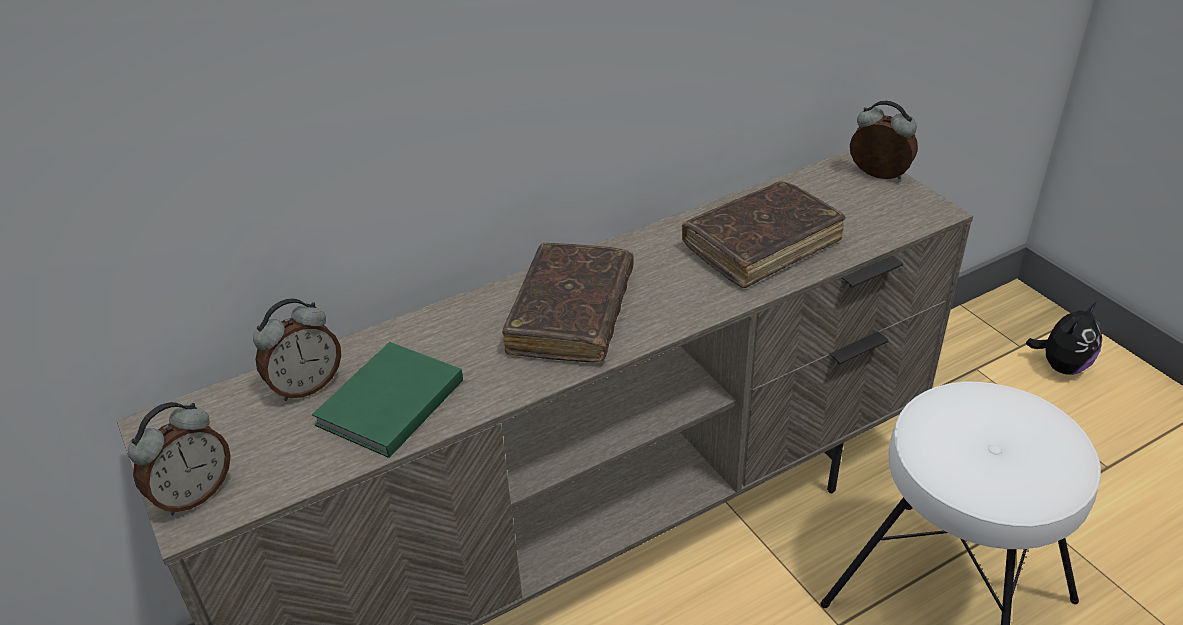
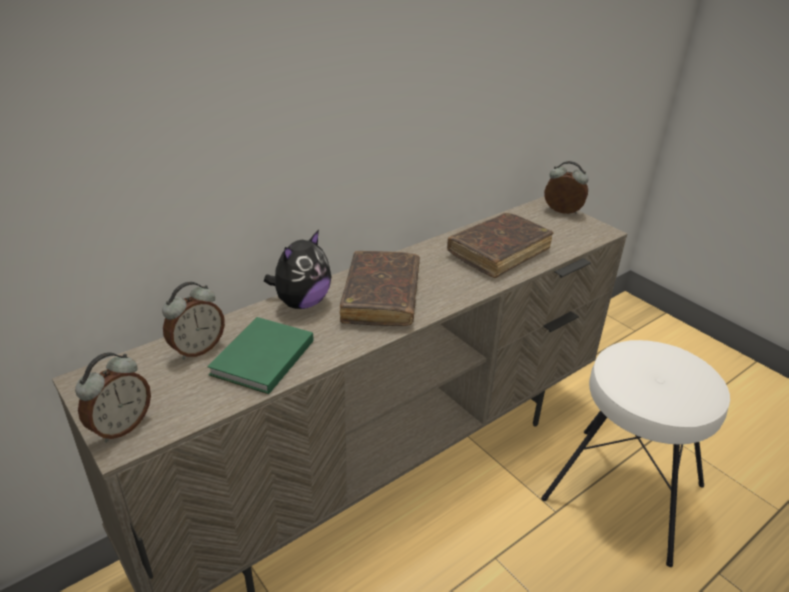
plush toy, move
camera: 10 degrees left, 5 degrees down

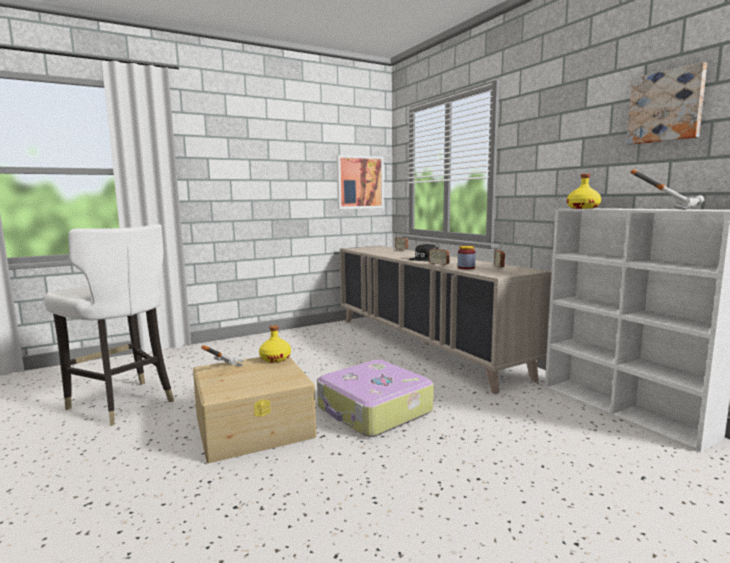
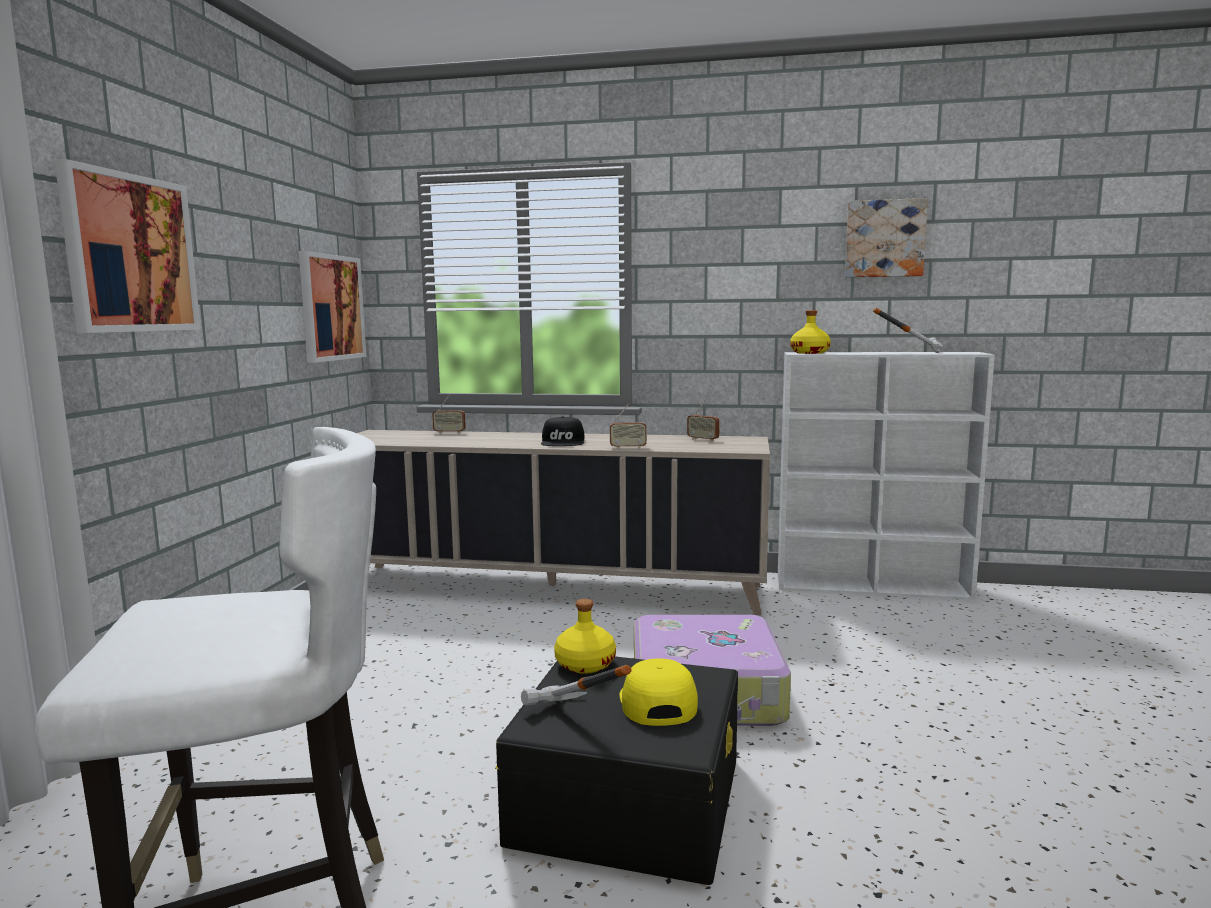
storage box in beige -> storage box in black
jar -> none
none -> picture (1st from left)
none -> cap in yellow
camera: 50 degrees left, 0 degrees up

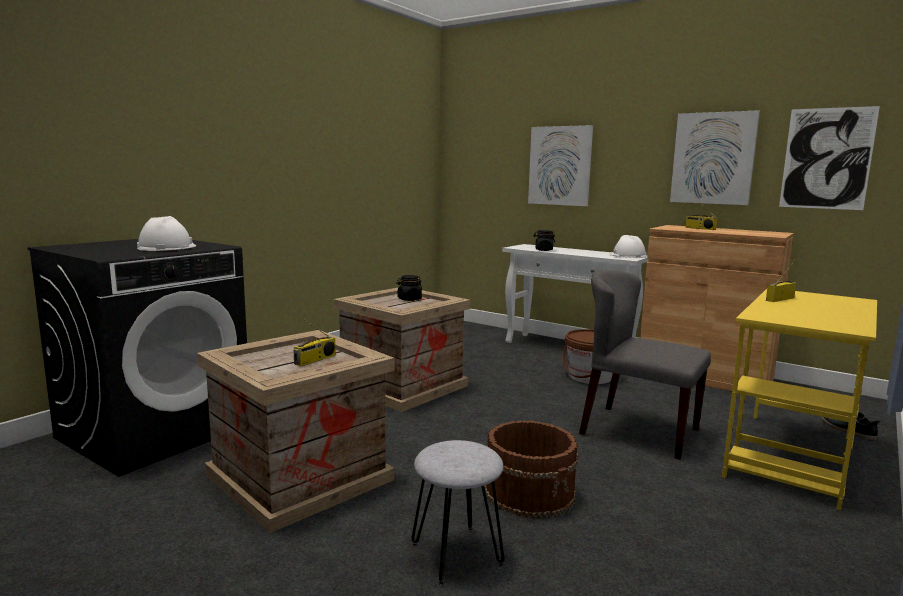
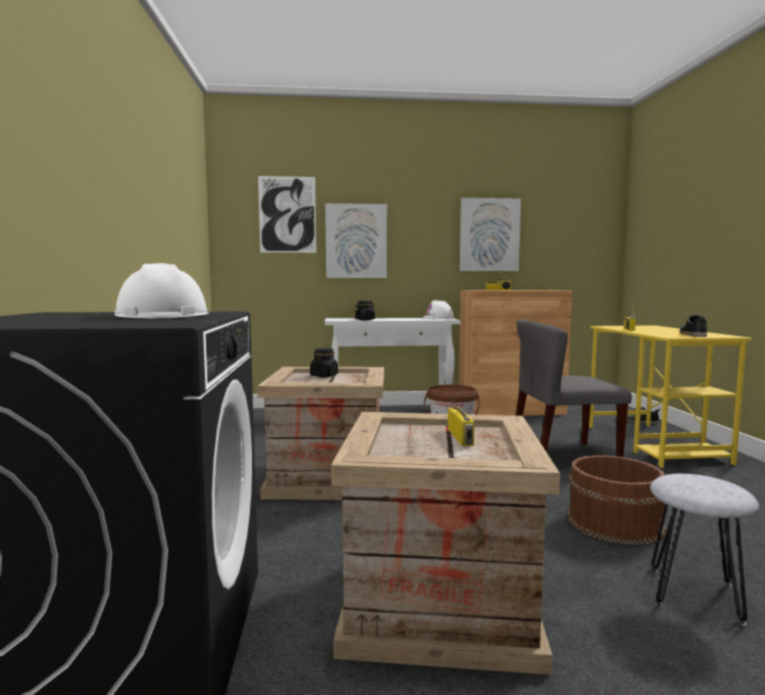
picture (3rd from left in the first image) -> picture (1st from left), move
none -> shoe (2nd from left)
camera: 40 degrees left, 5 degrees down

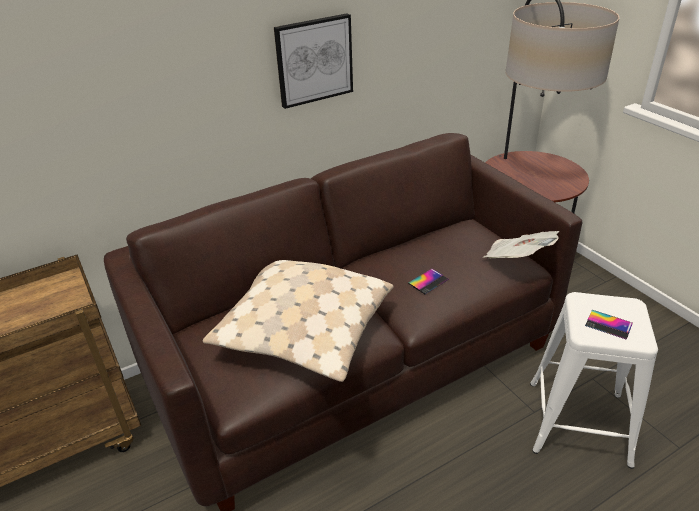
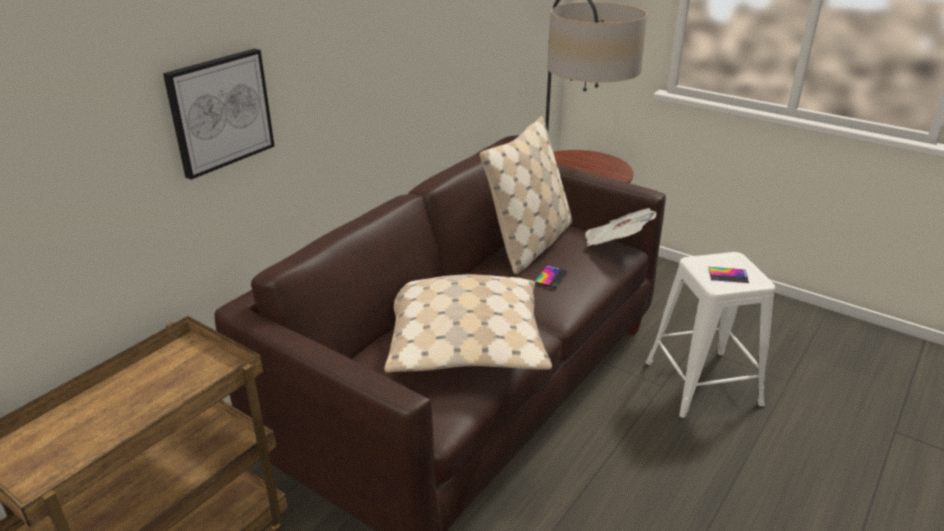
picture, move
none -> pillow in beige (2nd from left)
camera: 25 degrees left, 5 degrees down

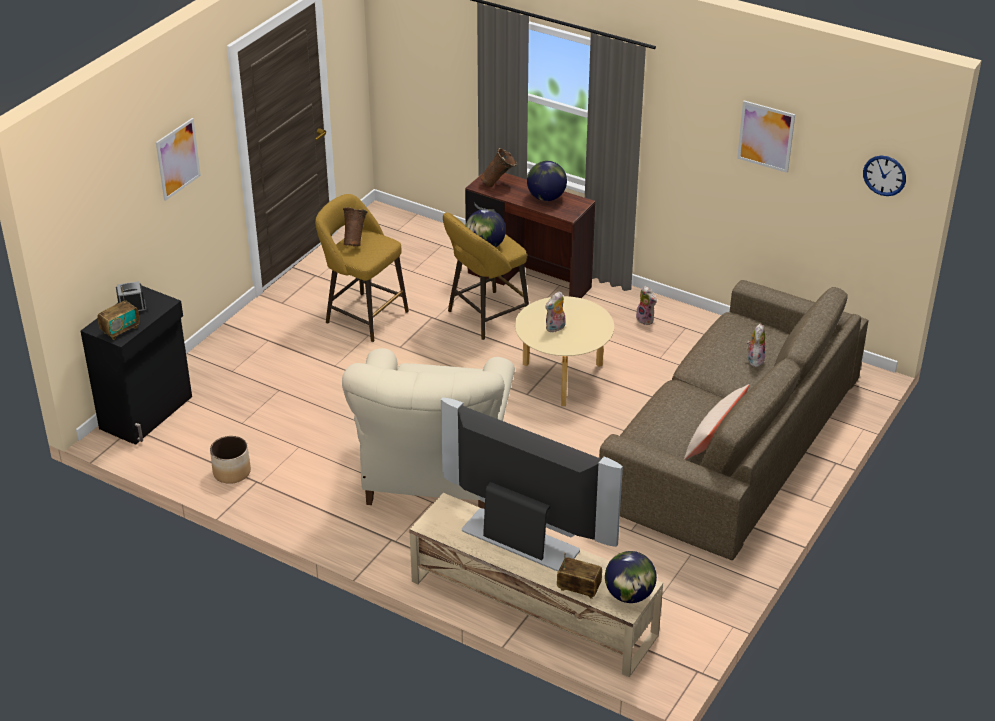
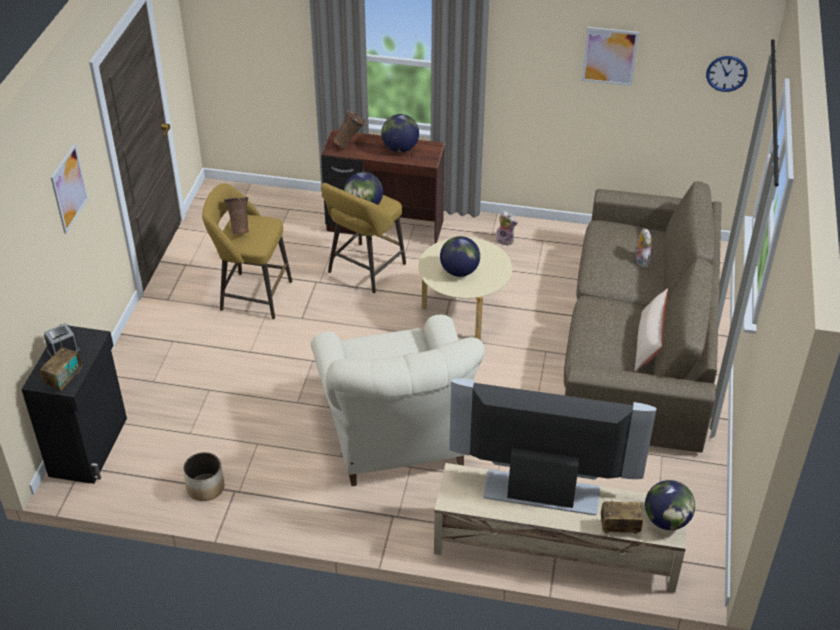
plush toy (1st from left) -> globe (3rd from left)
camera: 20 degrees left, 5 degrees up

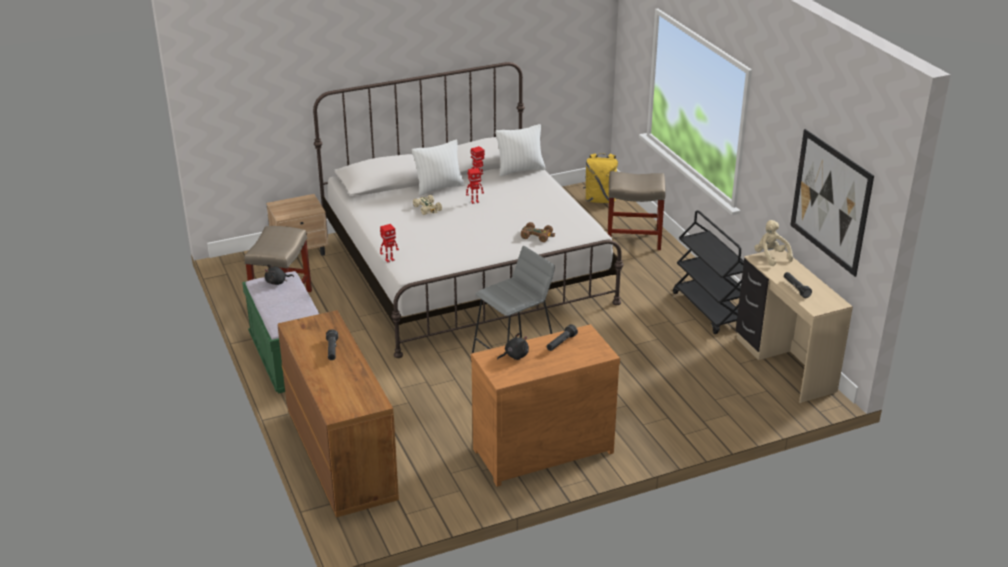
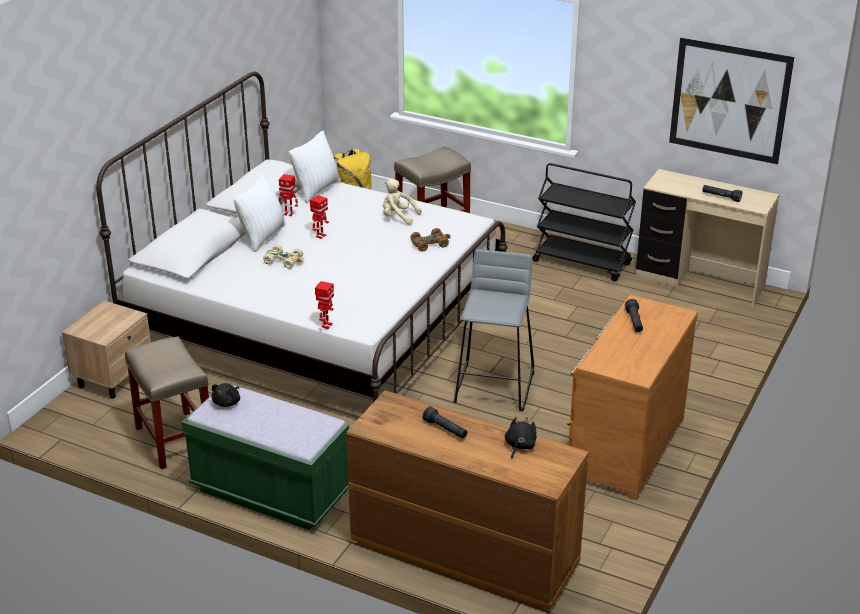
plush toy in black (2nd from left), move
plush toy in beige, move
camera: 40 degrees left, 0 degrees up

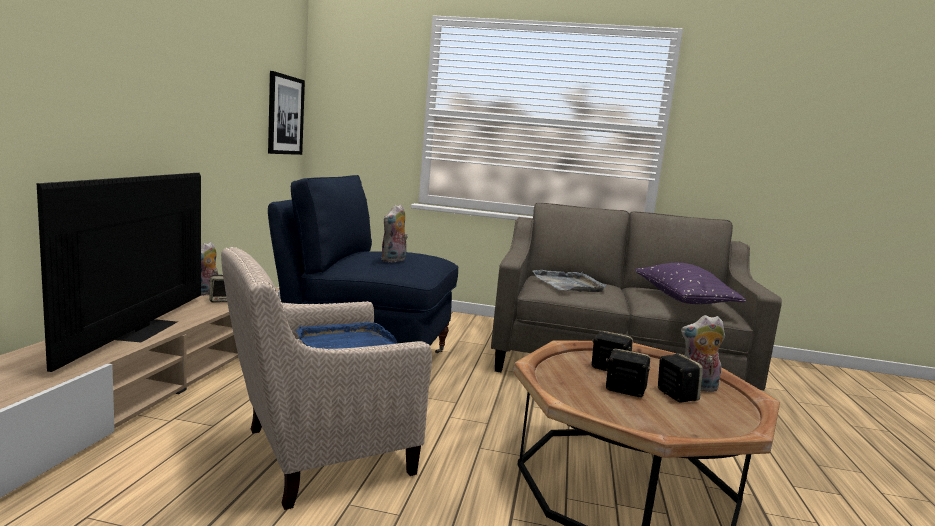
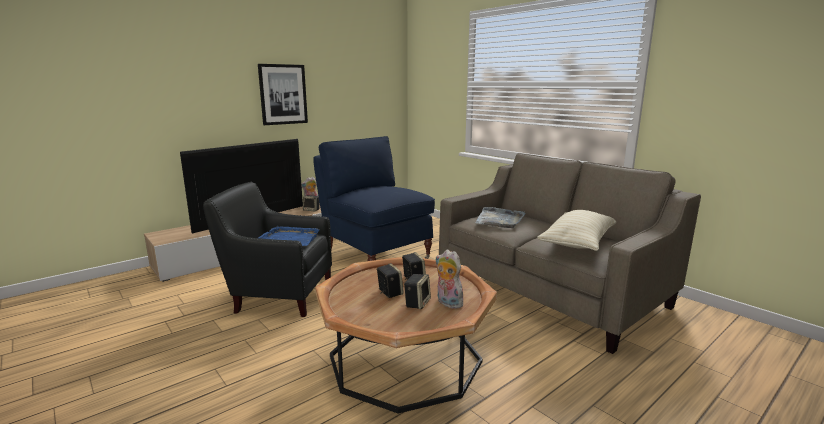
armchair in beige -> armchair in black
picture, move
plush toy (2nd from left) -> none
pillow in purple -> pillow in beige
camera: 40 degrees right, 5 degrees up

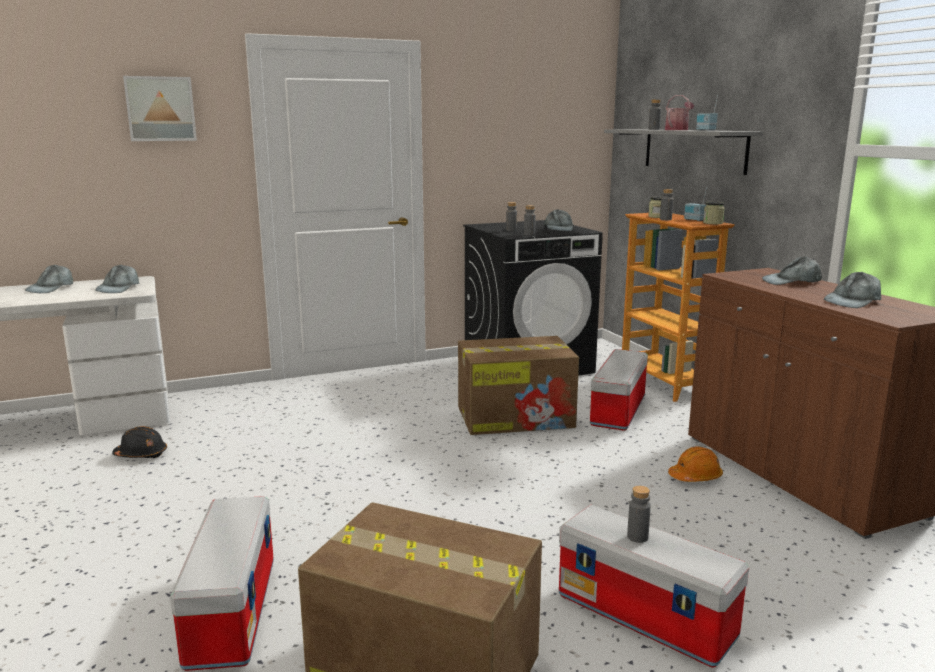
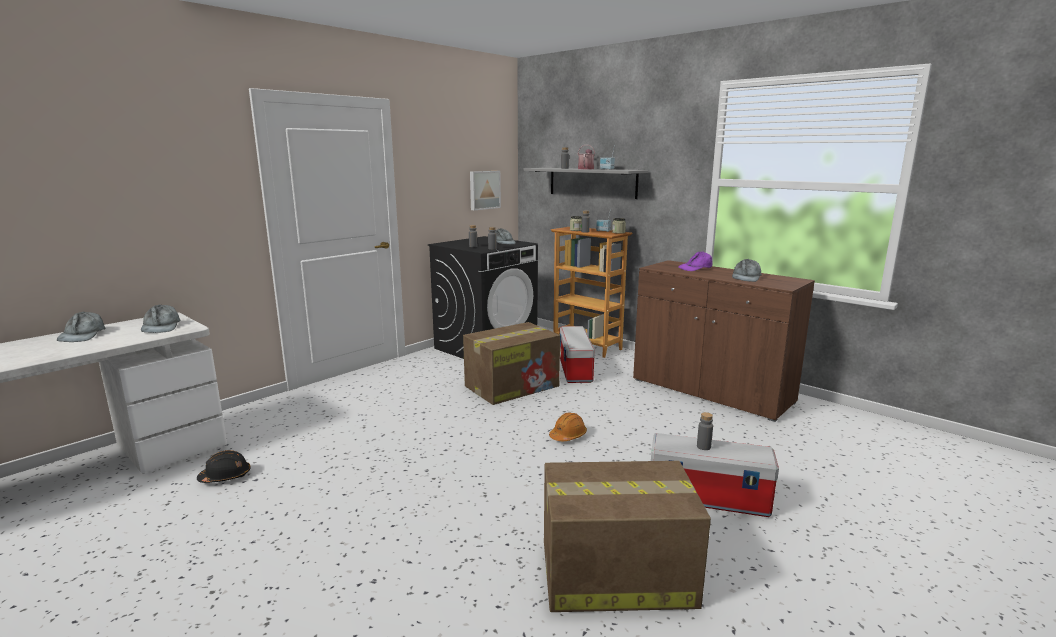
picture, move
storage box (1st from left) -> none
hard hat in orange, move
cap in grey (4th from left) -> cap in purple
camera: 25 degrees left, 0 degrees up

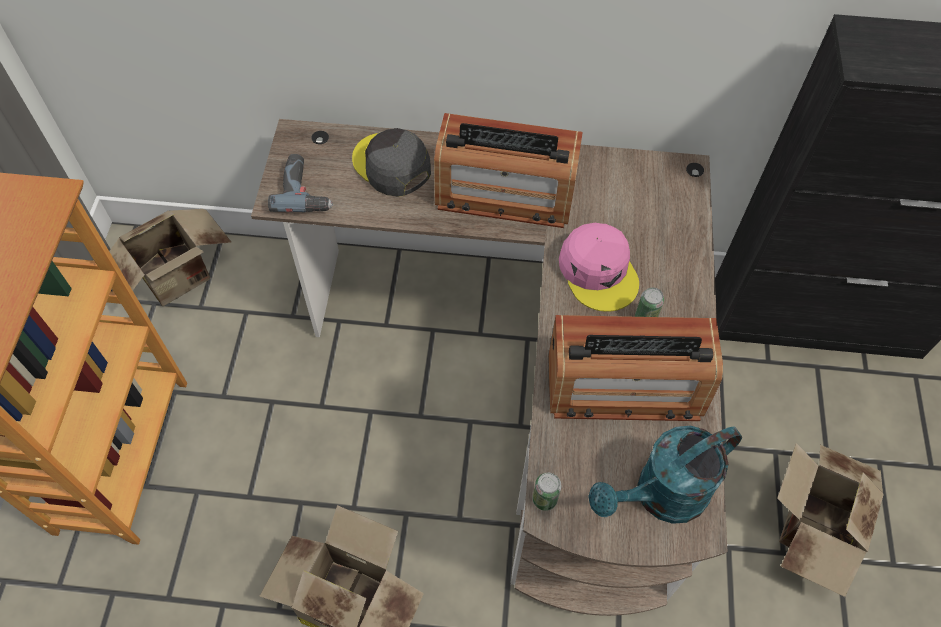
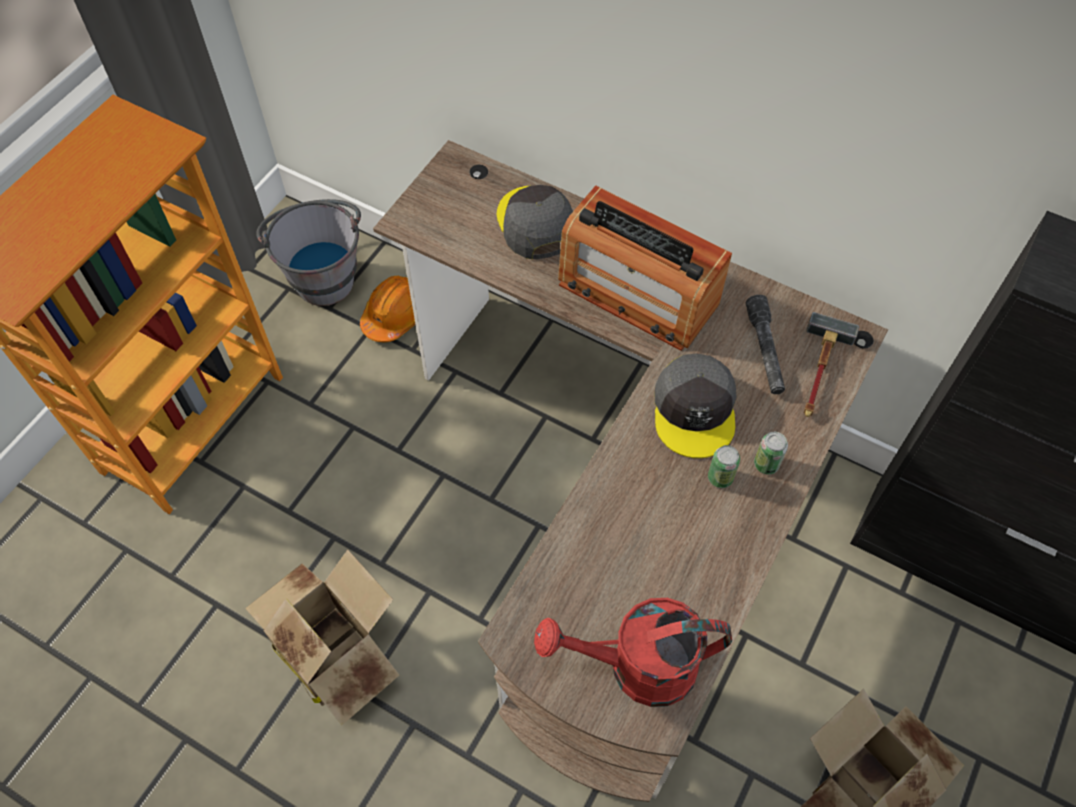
cardboard box (1st from left) -> bucket in grey
power drill -> none
can (1st from left in the first image) -> can (2nd from left), move
radio (2nd from left) -> none
cap in pink -> cap in grey (2nd from left)
watering can in turquoise -> watering can in red
none -> hard hat in orange
none -> flashlight in grey
none -> hammer
camera: 25 degrees right, 0 degrees up

